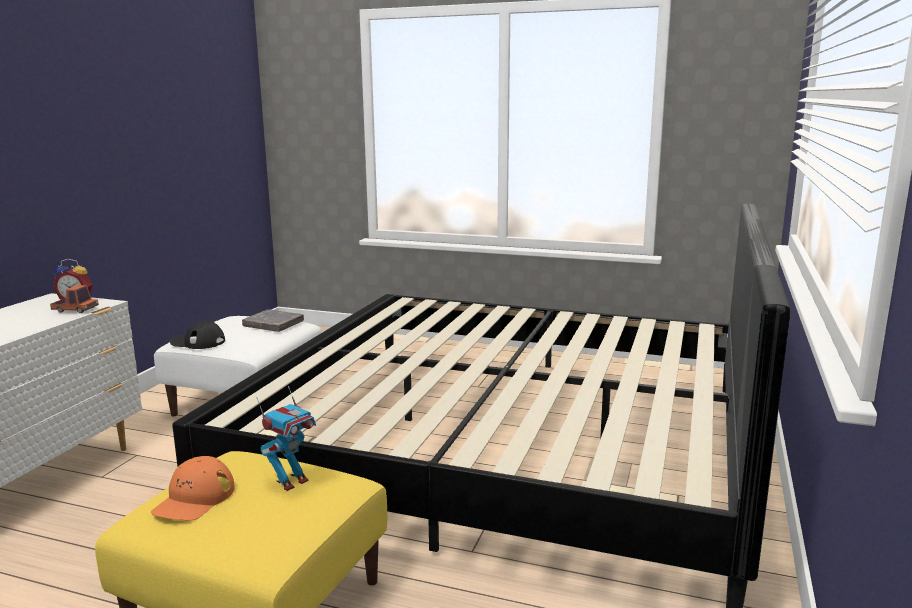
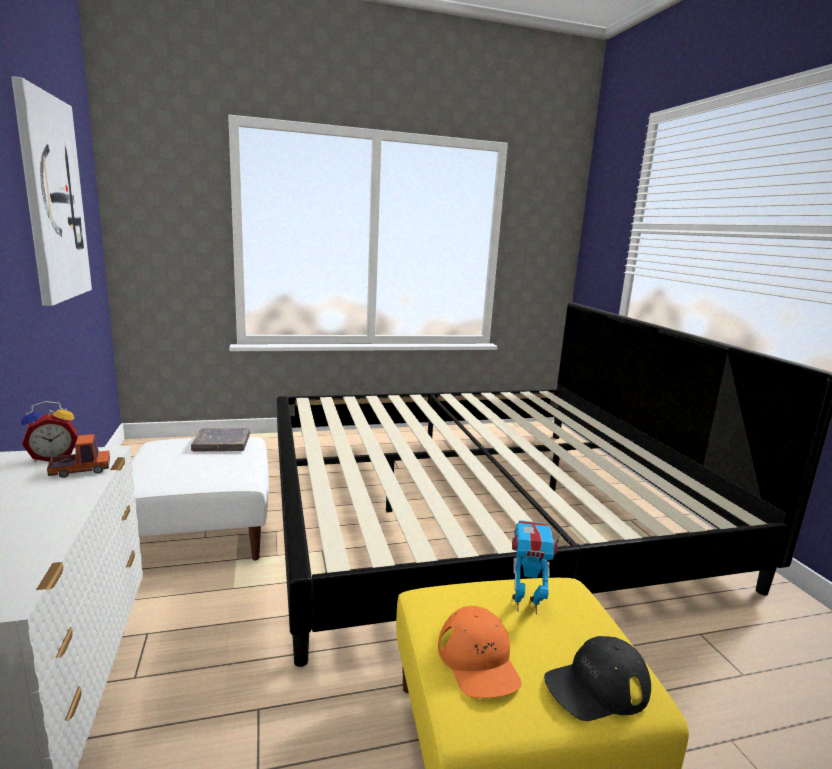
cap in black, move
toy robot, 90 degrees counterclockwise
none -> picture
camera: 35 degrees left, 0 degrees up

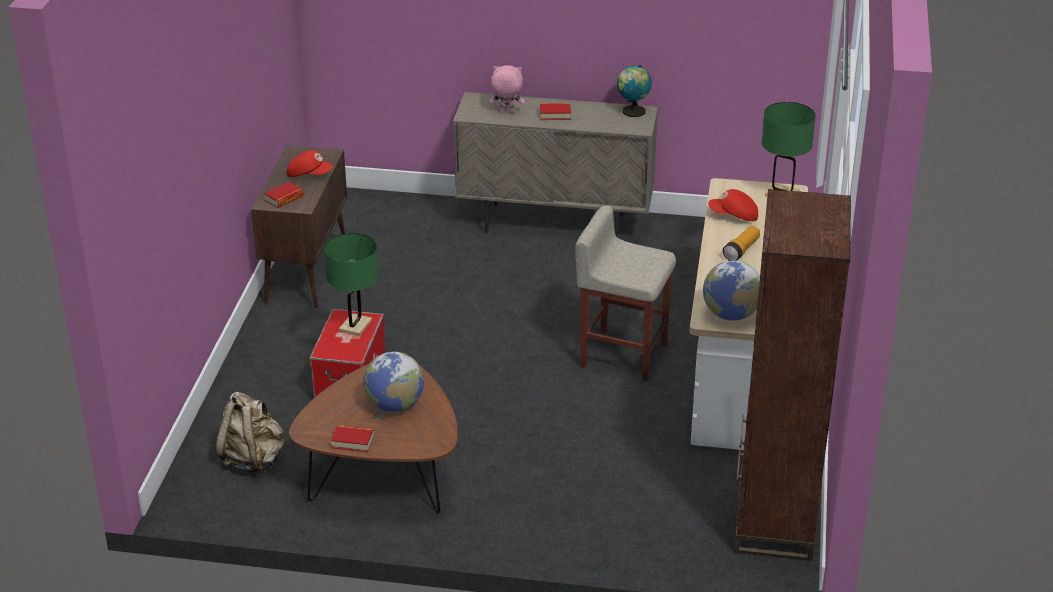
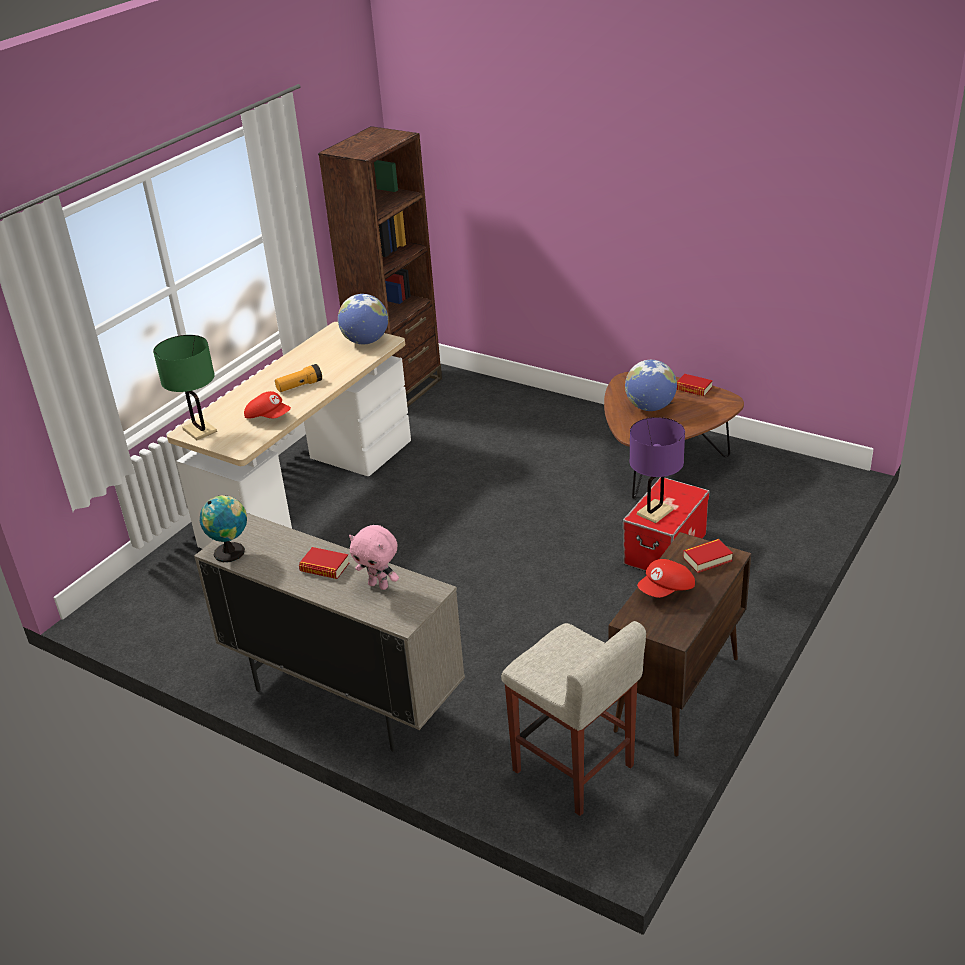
backpack in beige -> none
cap in red (1st from left in the first image) -> cap in red (2nd from left), 75 degrees counterclockwise
table lamp in green (1st from left) -> table lamp in purple
stool in beige, move
camera: 155 degrees left, 0 degrees up

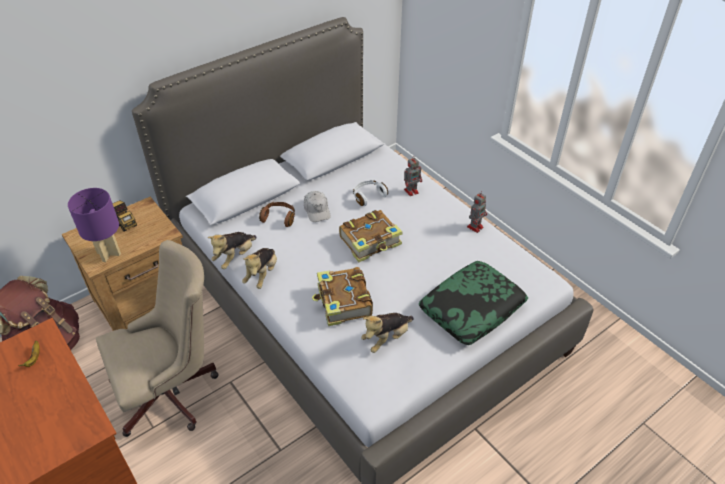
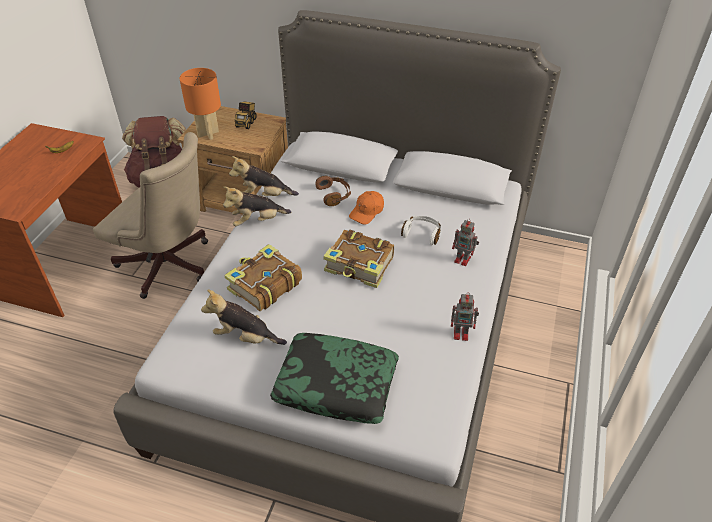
table lamp in purple -> table lamp in orange
cap in white -> cap in orange
camera: 55 degrees right, 0 degrees up

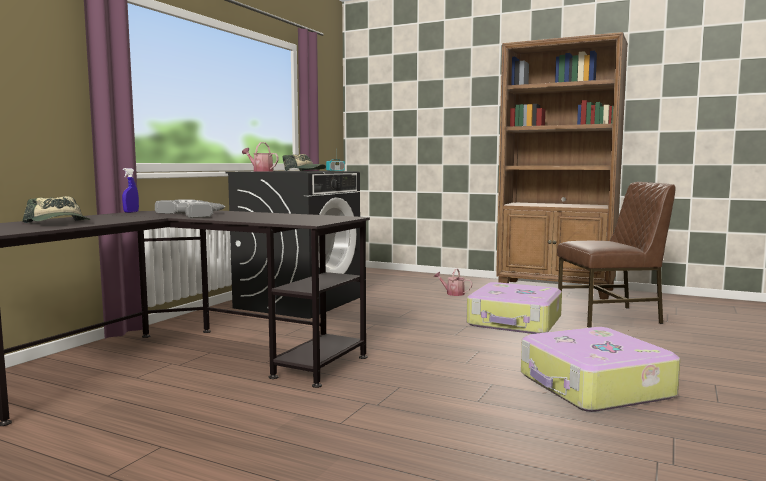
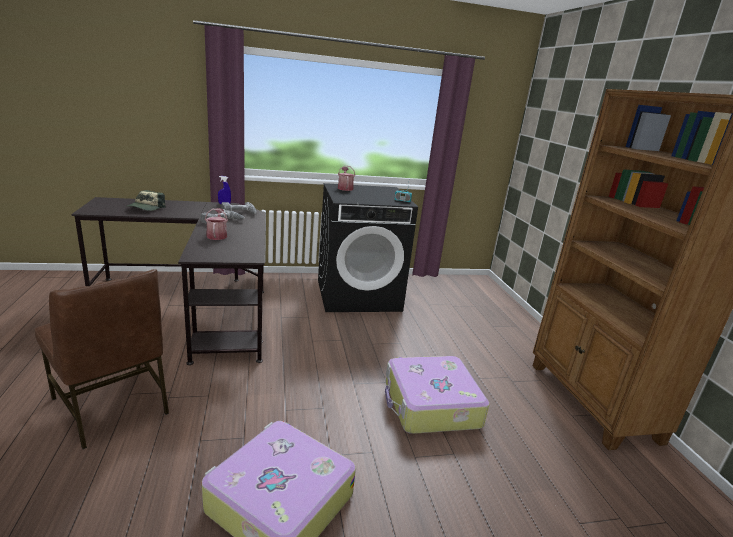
cap (2nd from left) -> none
watering can (2nd from left in the first image) -> watering can (1st from left), move
chair in brown, move
camera: 50 degrees right, 15 degrees up

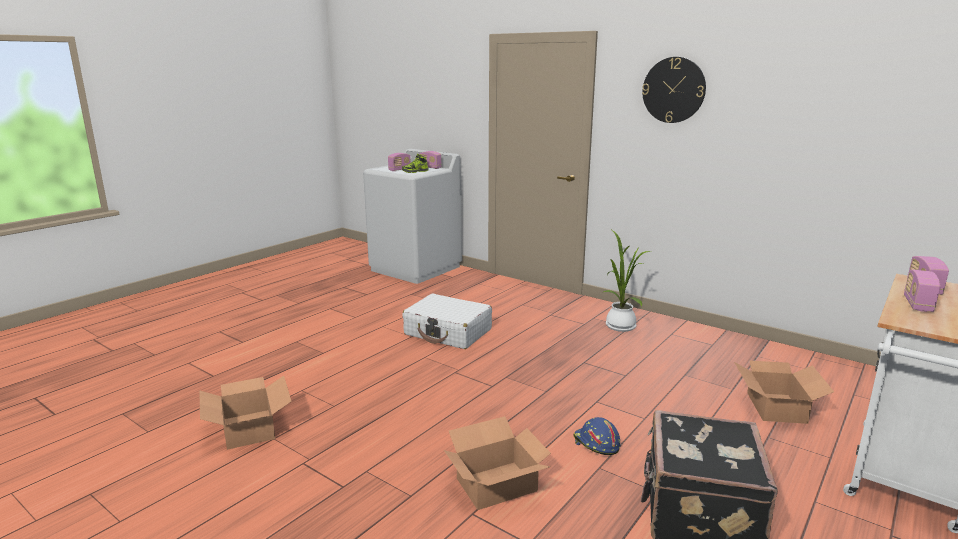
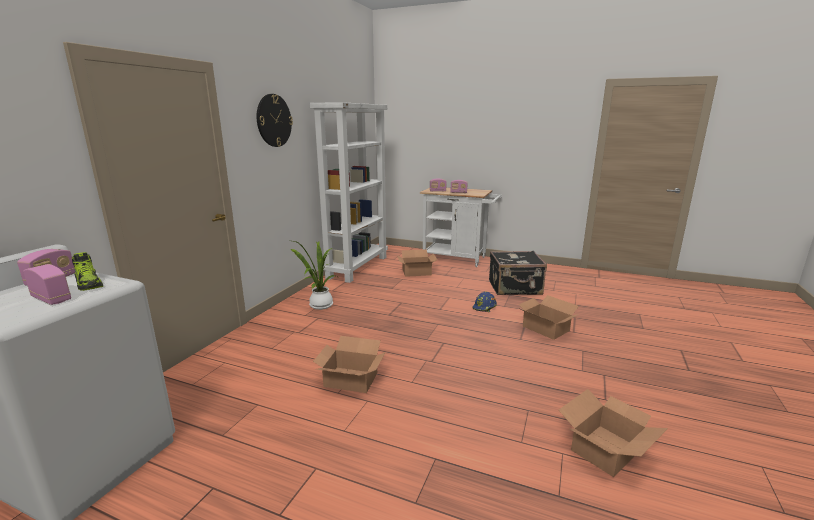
suitcase in white -> cardboard box (1st from left)
none -> bookcase in white
camera: 105 degrees left, 0 degrees up

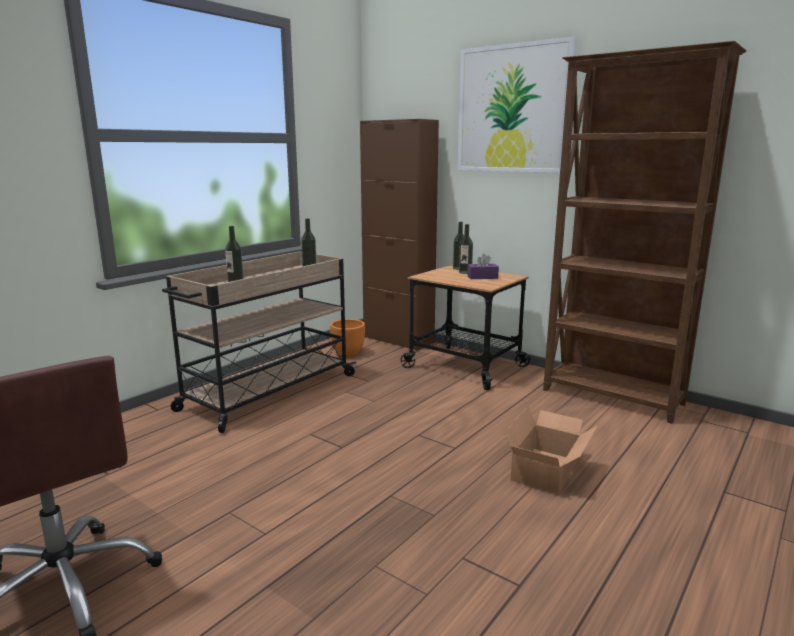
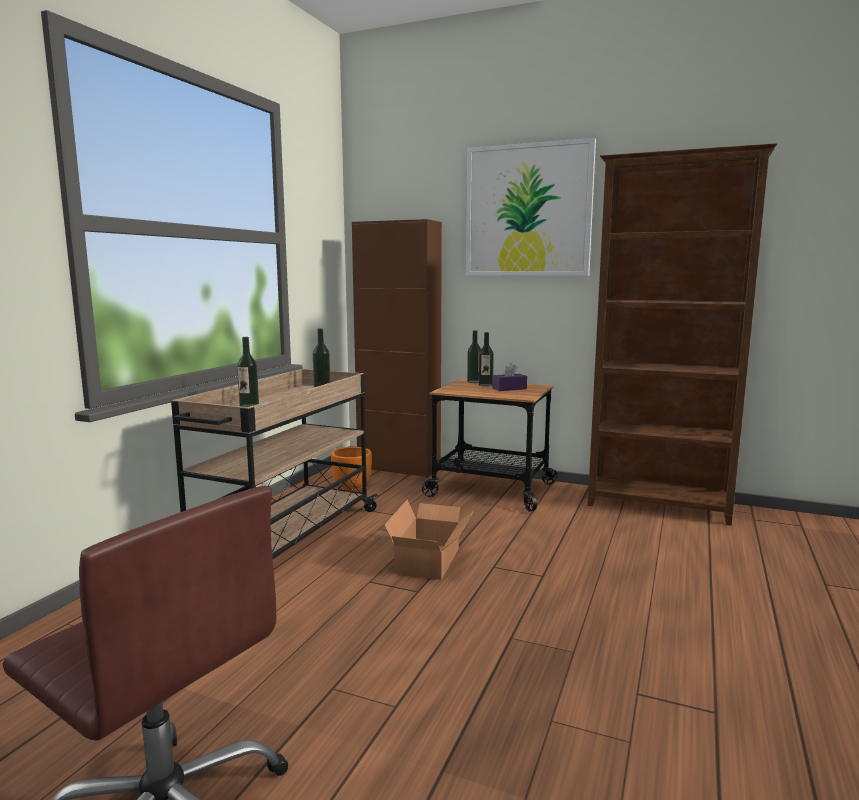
cardboard box, move
camera: 15 degrees left, 5 degrees down

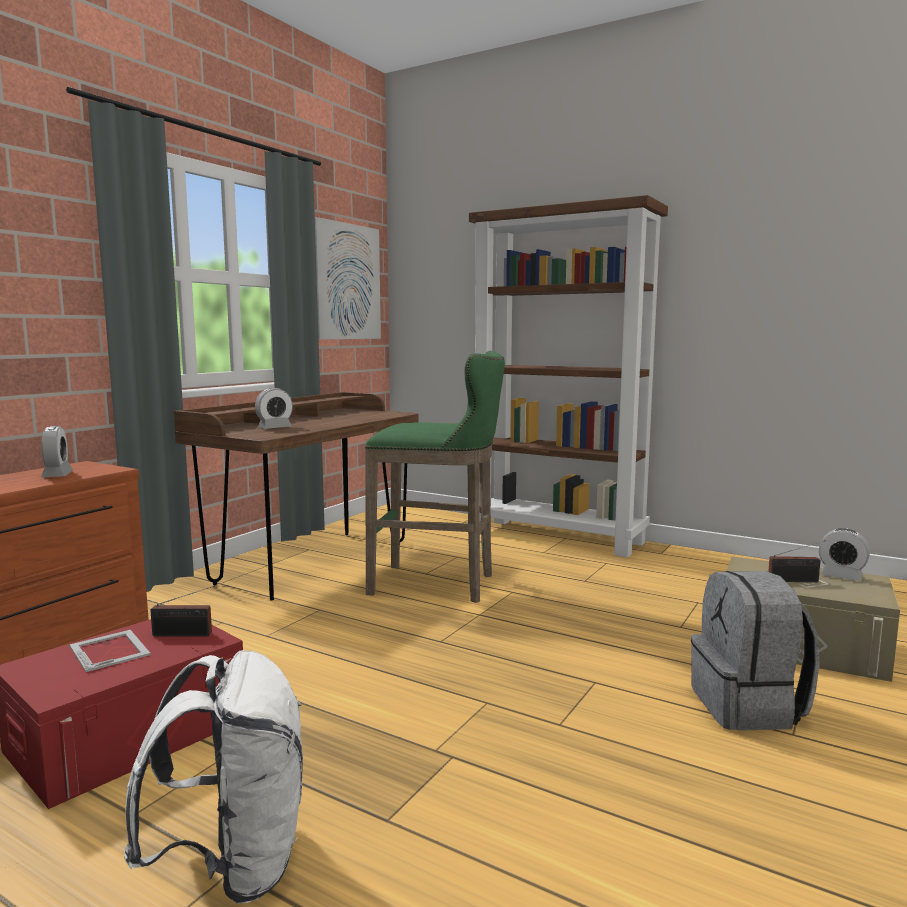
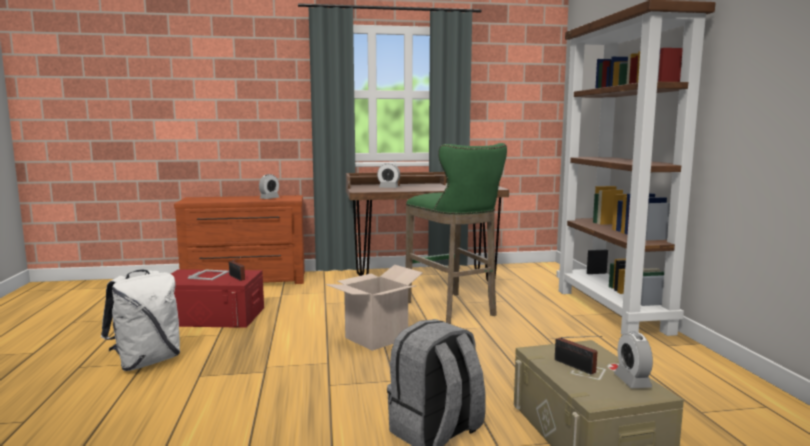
picture -> none
none -> cardboard box
camera: 50 degrees right, 0 degrees up

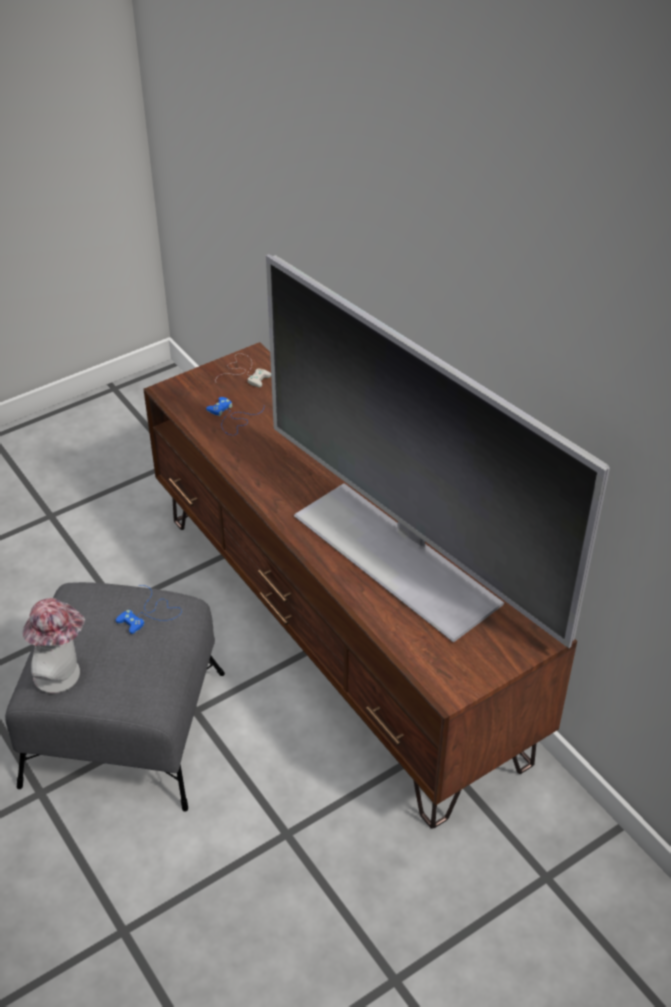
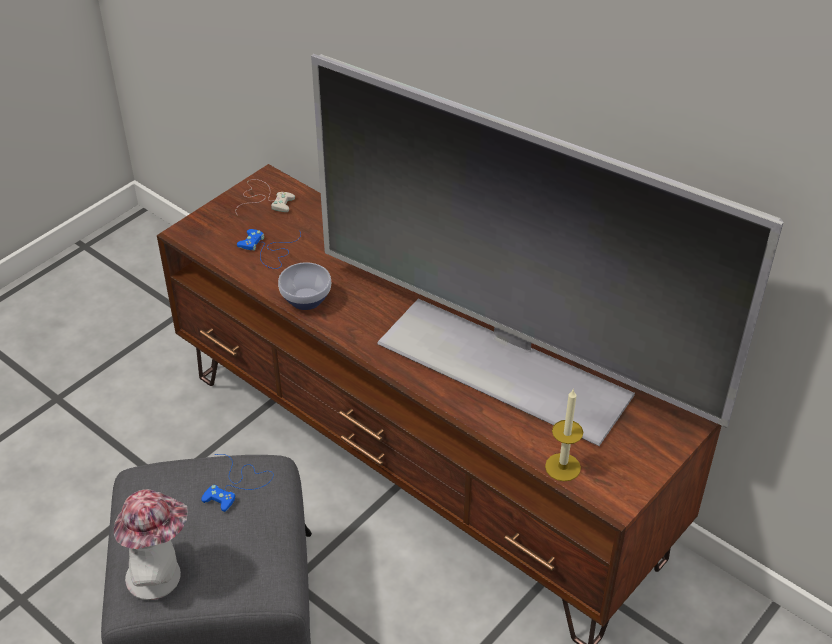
none -> bowl
none -> candle
camera: 15 degrees left, 0 degrees up

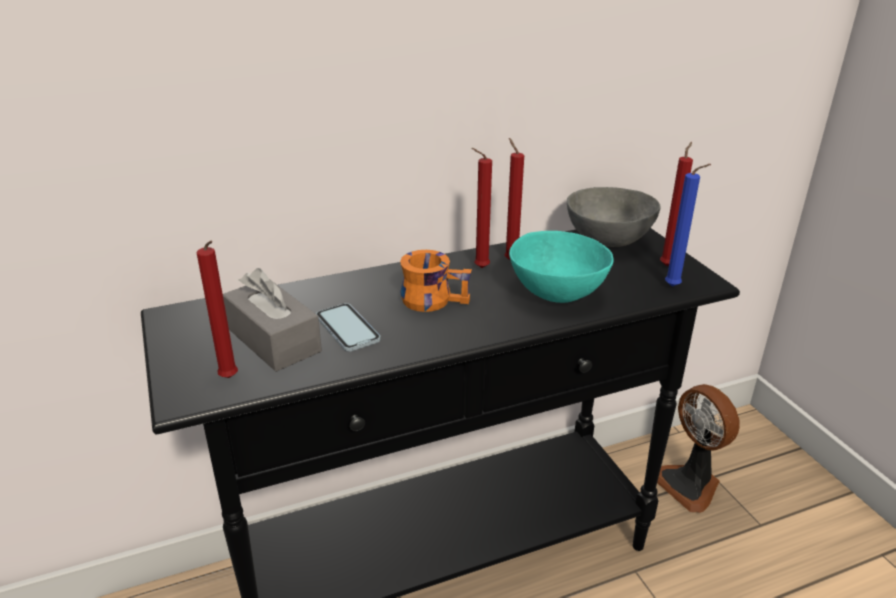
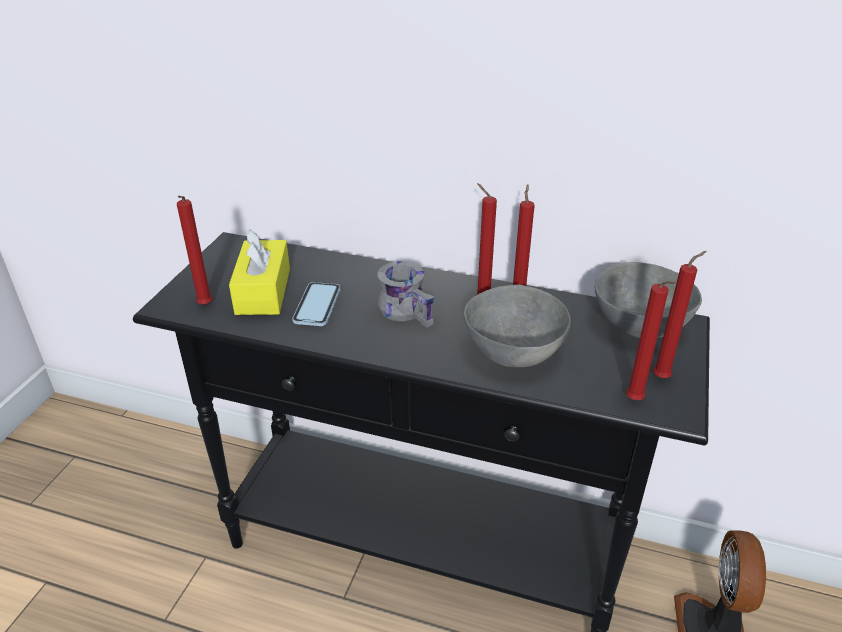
tissue box in grey -> tissue box in yellow
mug in orange -> mug in grey
bowl in turquoise -> bowl in grey (1st from left)
candle in blue -> candle in red (4th from left)
camera: 40 degrees right, 5 degrees up

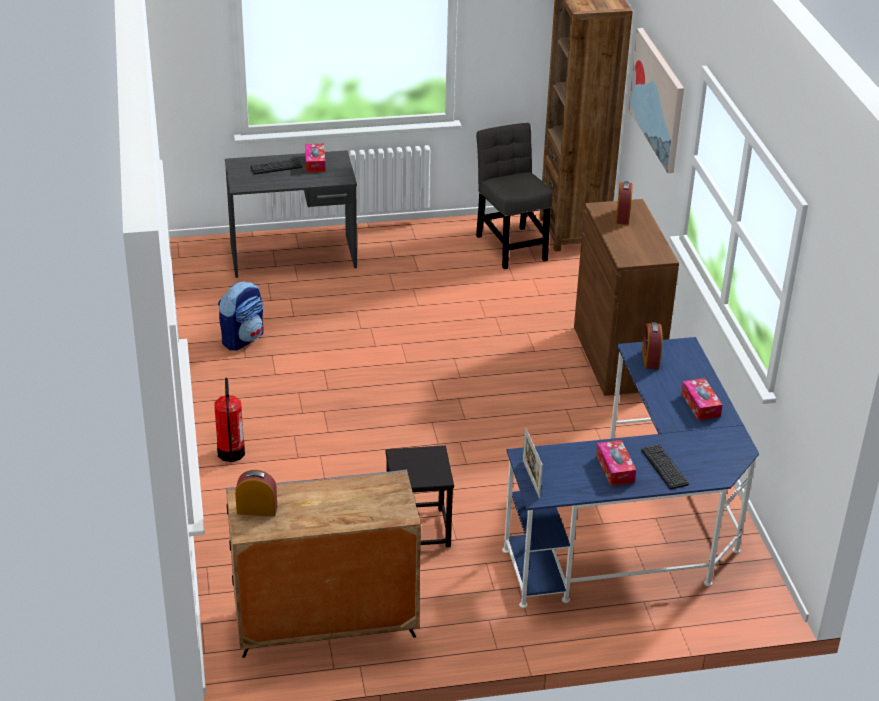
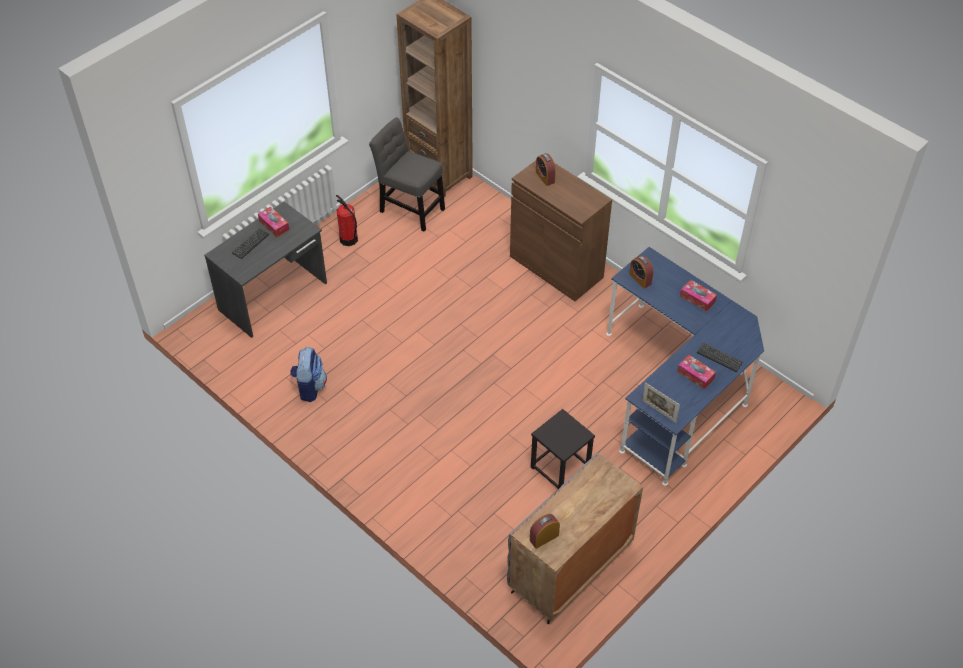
fire extinguisher, move
picture -> none
camera: 35 degrees left, 15 degrees up

